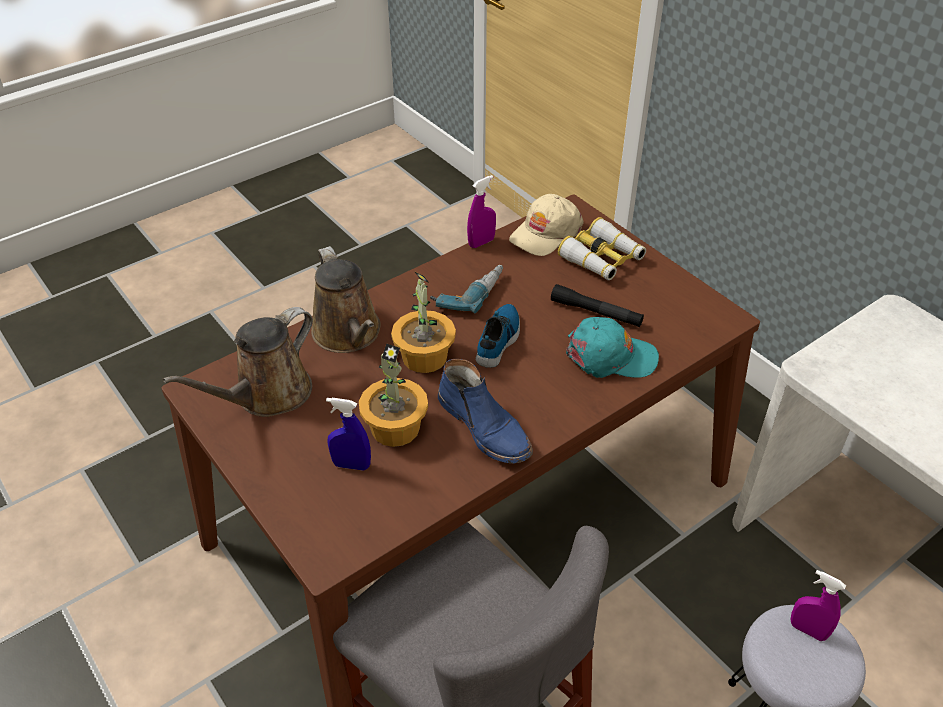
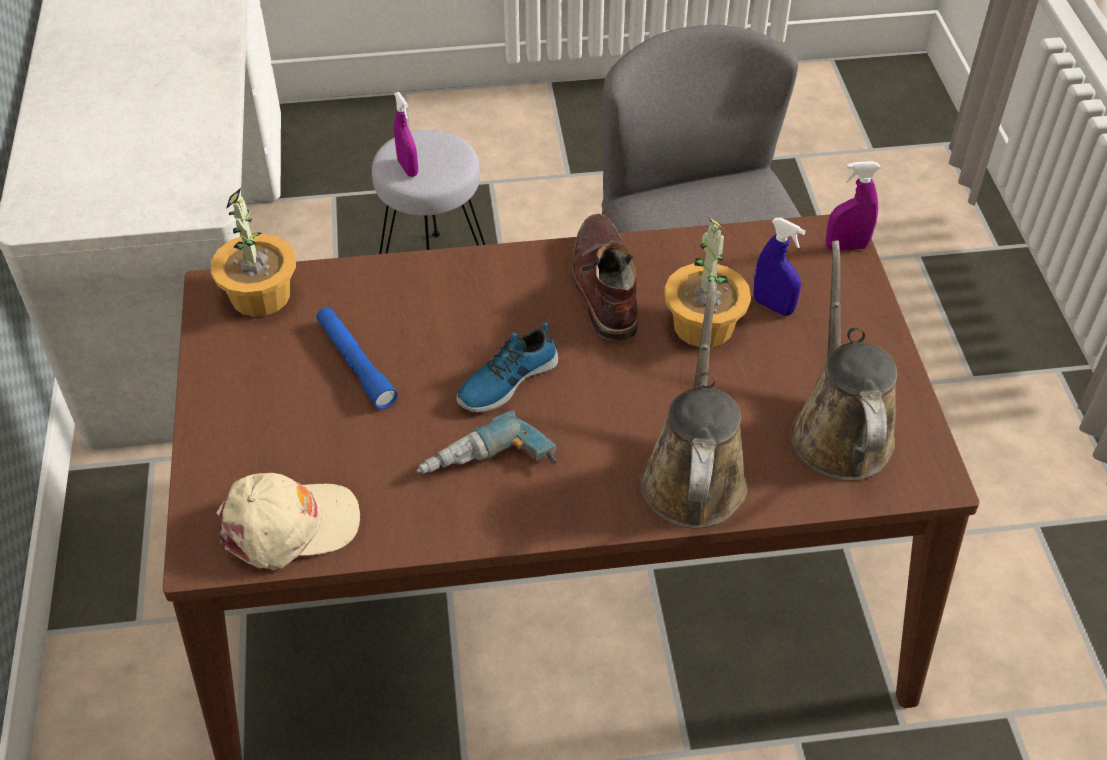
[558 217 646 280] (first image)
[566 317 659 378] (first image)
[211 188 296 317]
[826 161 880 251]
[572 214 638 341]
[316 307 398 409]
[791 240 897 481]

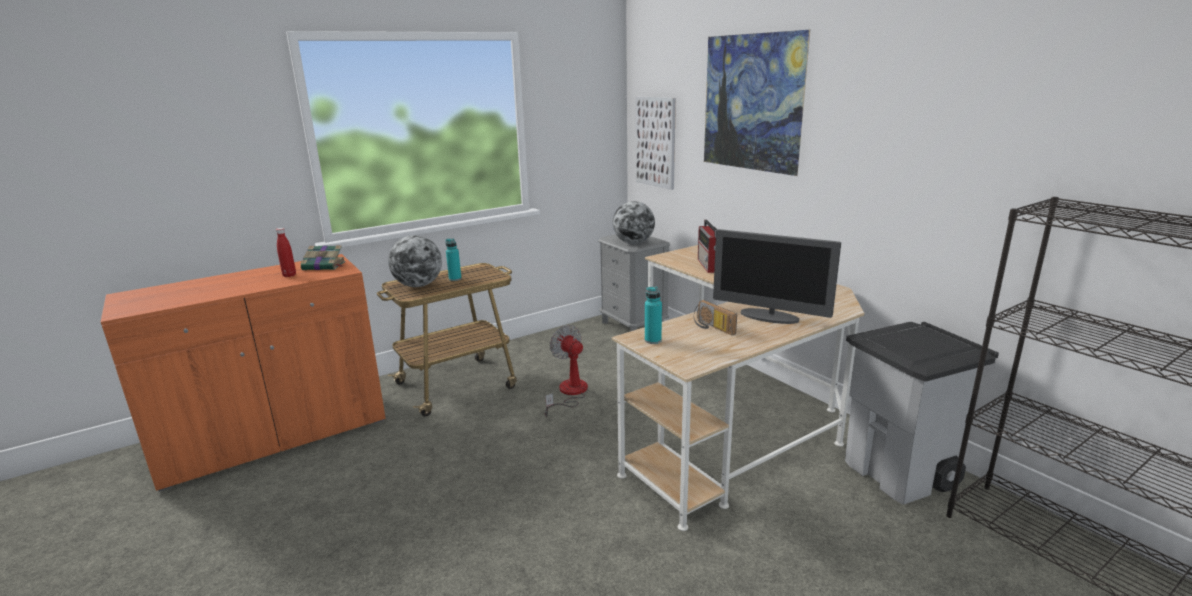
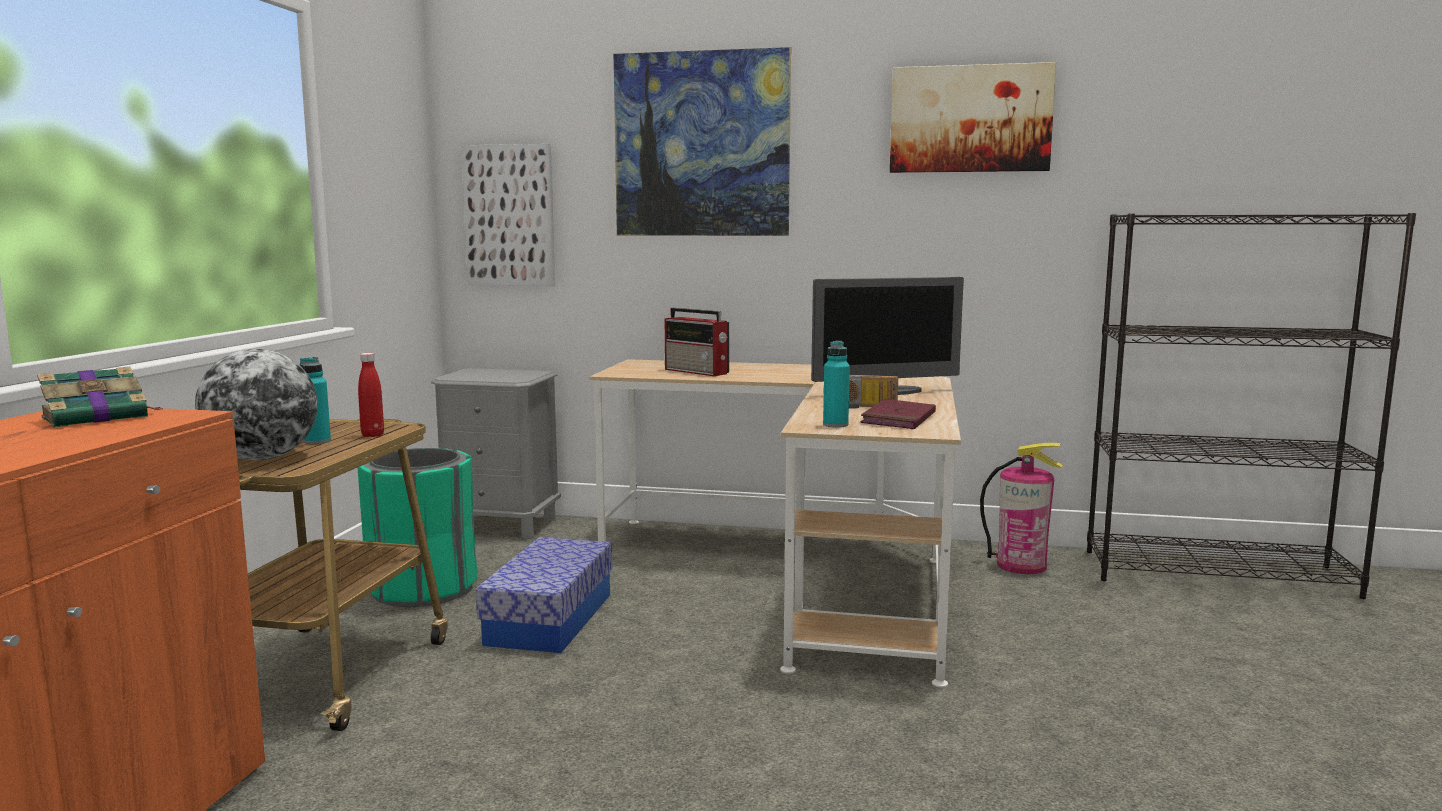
[613 201 655 244] (first image)
[358 448 478 607]
[860 399 936 429]
[890 62 1056 173]
[358 353 384 437]
[476 537 612 653]
[980 443 1064 574]

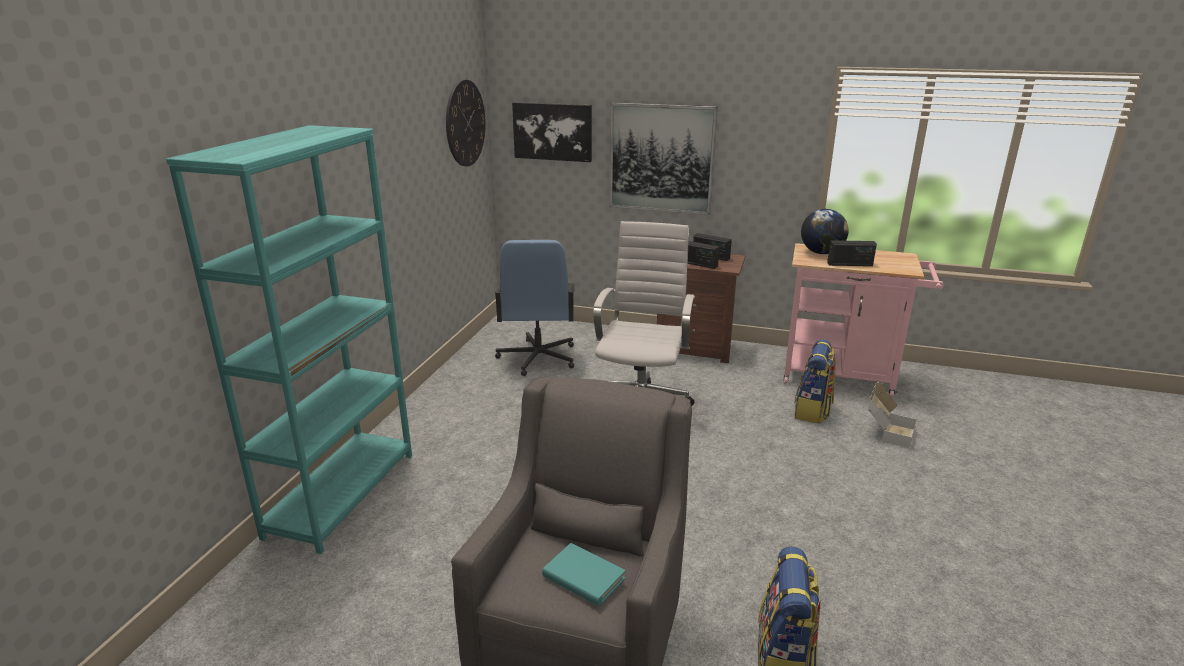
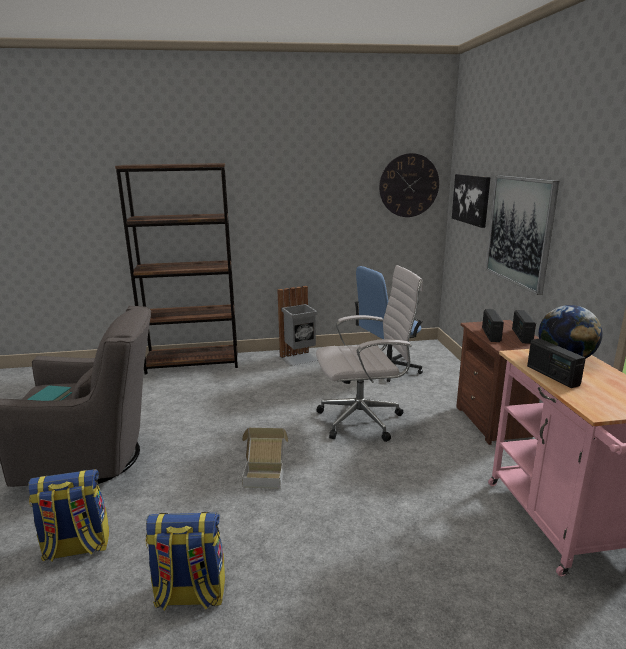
[277 286 318 366]
[146 512 225 611]
[242 427 288 489]
[115 163 238 374]

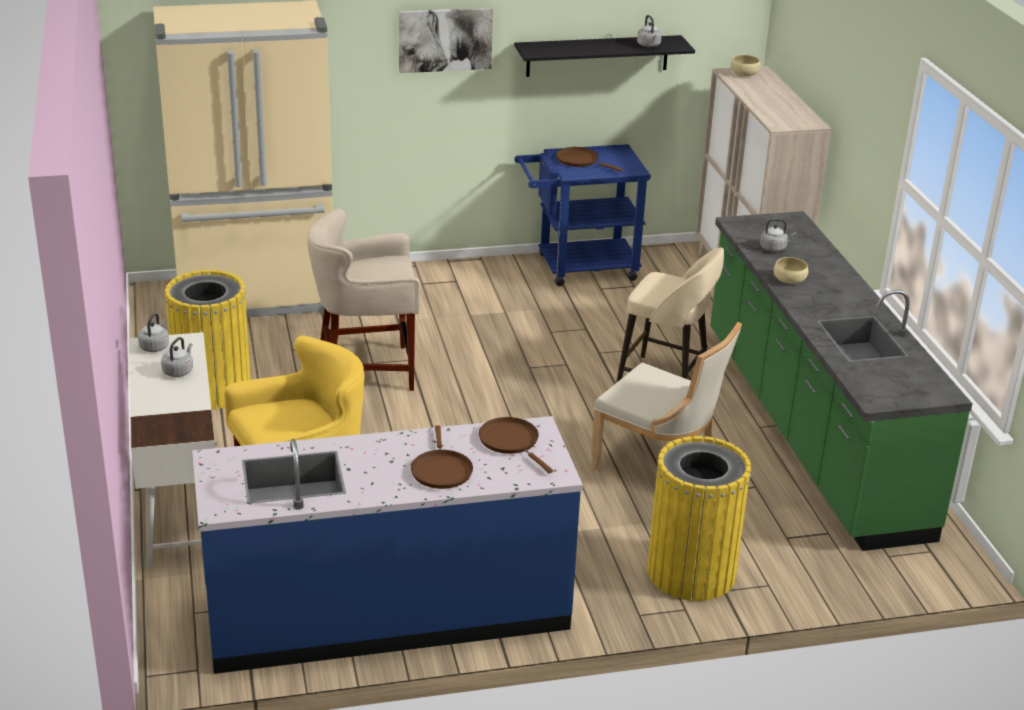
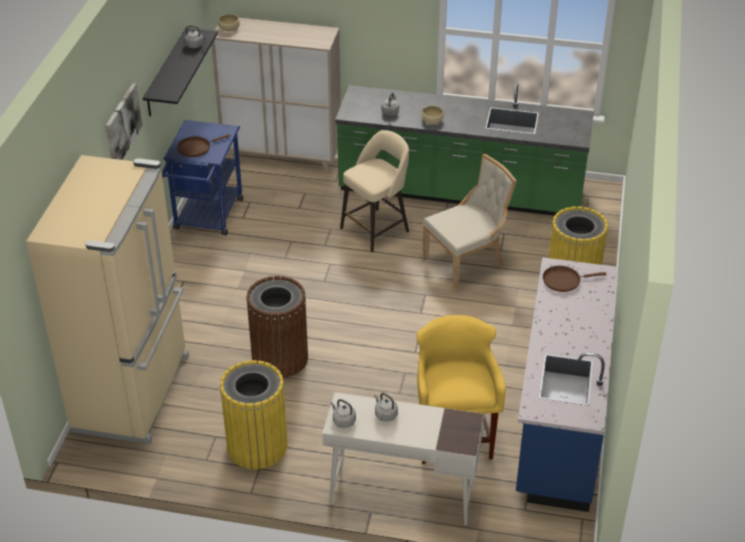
[411 425 473 489] (first image)
[246 276 308 378]

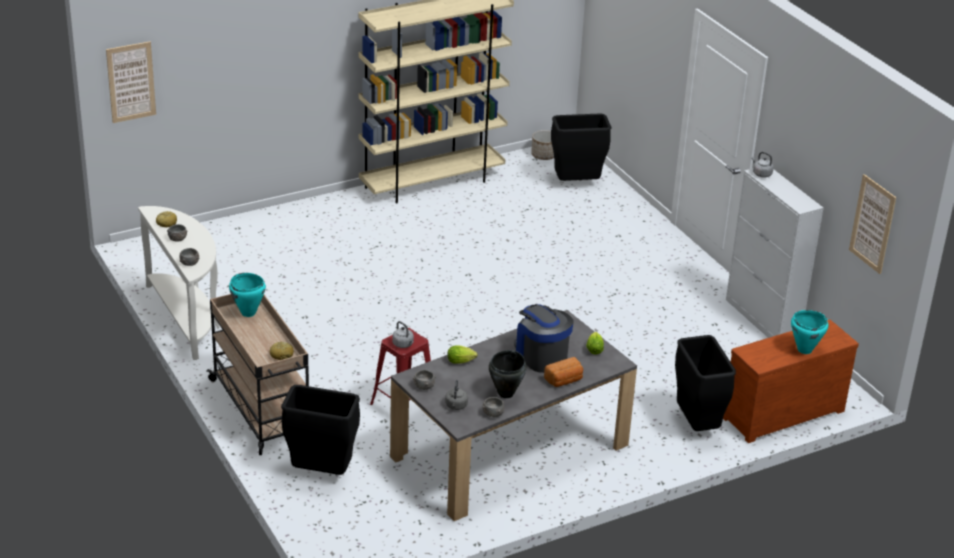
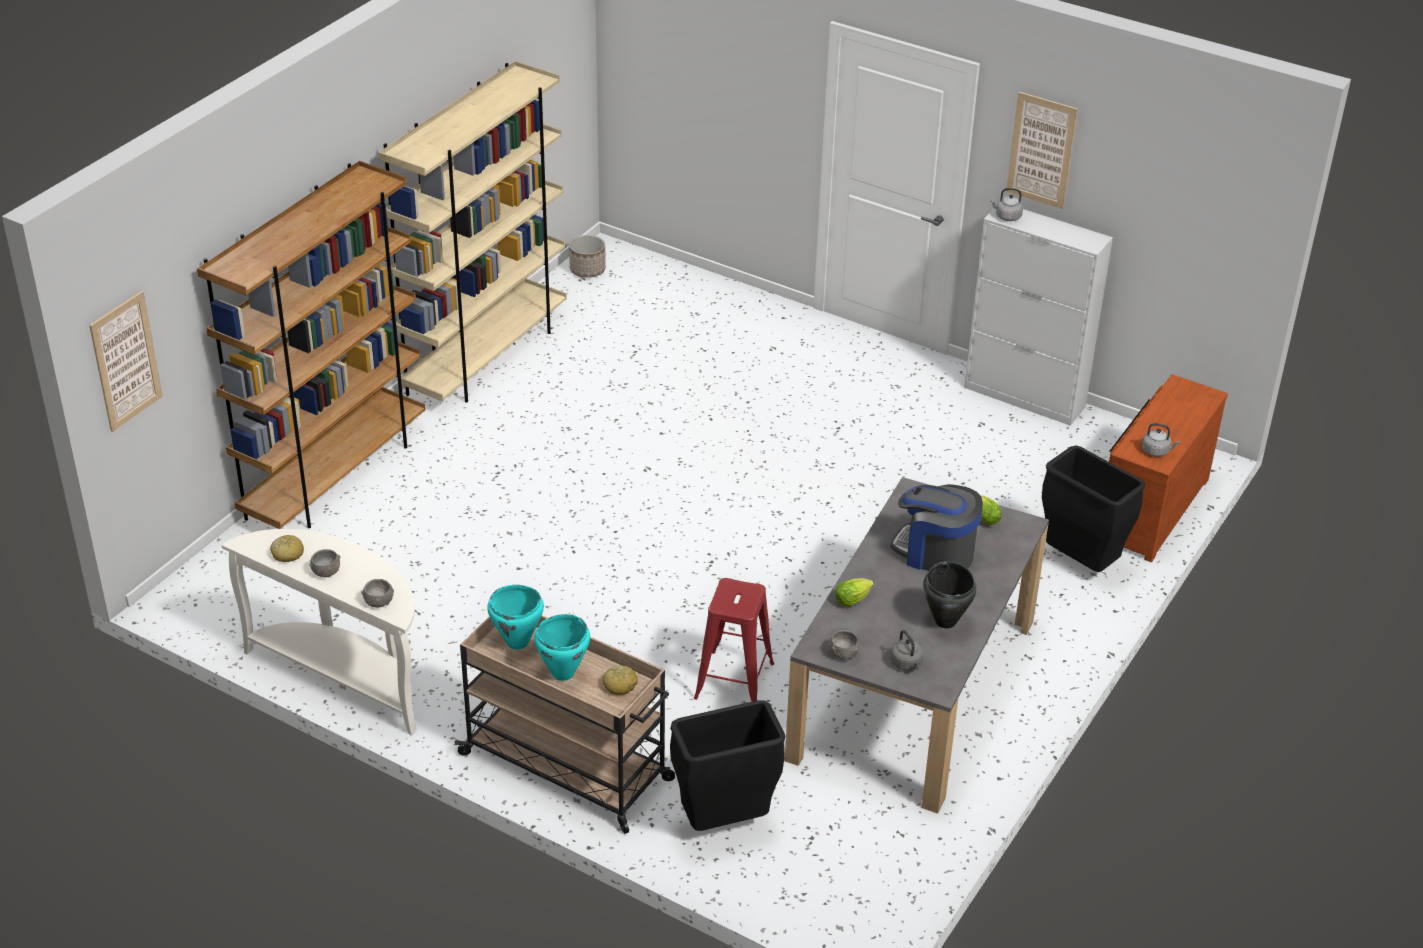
[482 397 504 417] (first image)
[544 357 583 387] (first image)
[551 113 611 181] (first image)
[197 161 425 529]
[1142 423 1180 457]
[534 614 590 681]
[1006 92 1078 209]

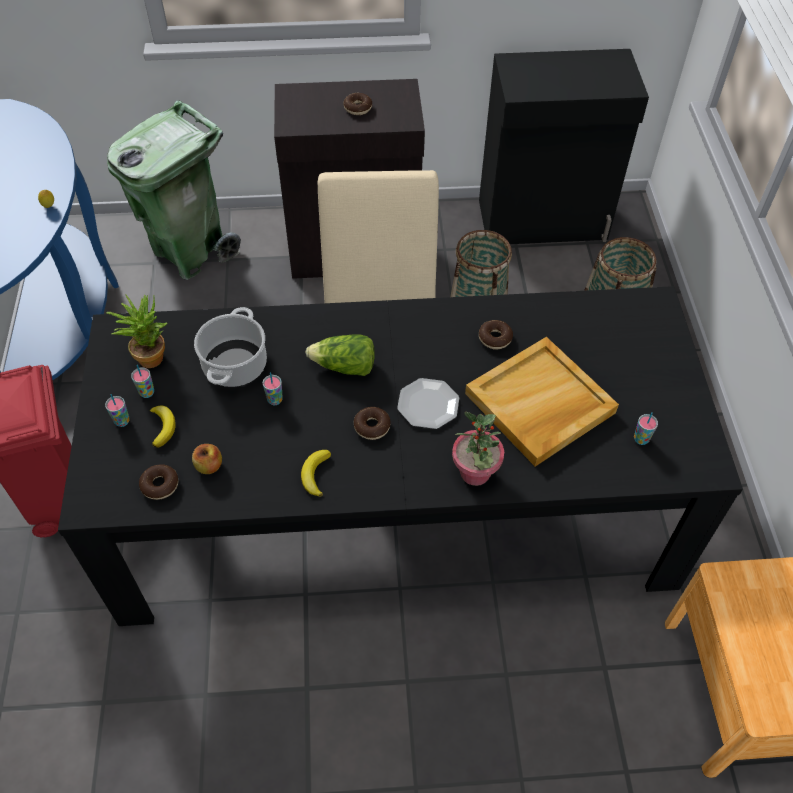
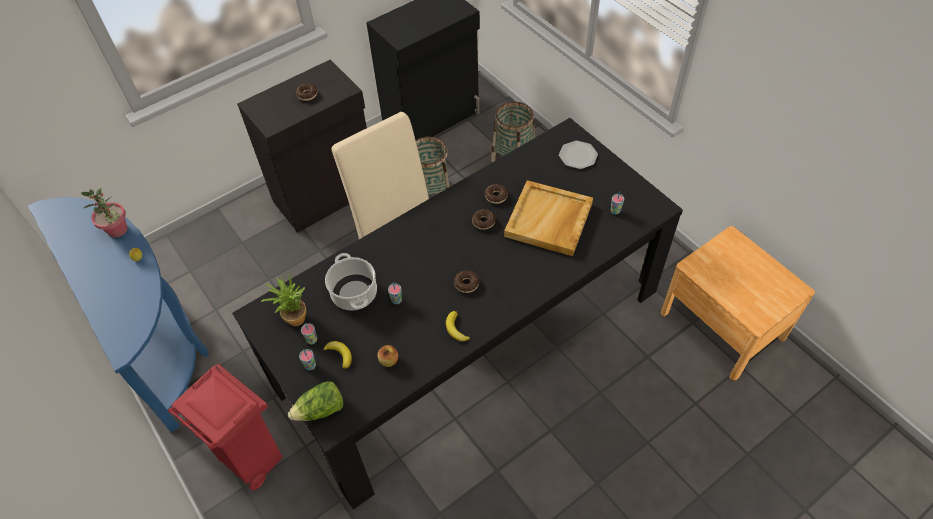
[107 100 241 280] (first image)
[472 209 496 230]
[288 381 343 421]
[559 141 598 169]
[81 187 128 238]

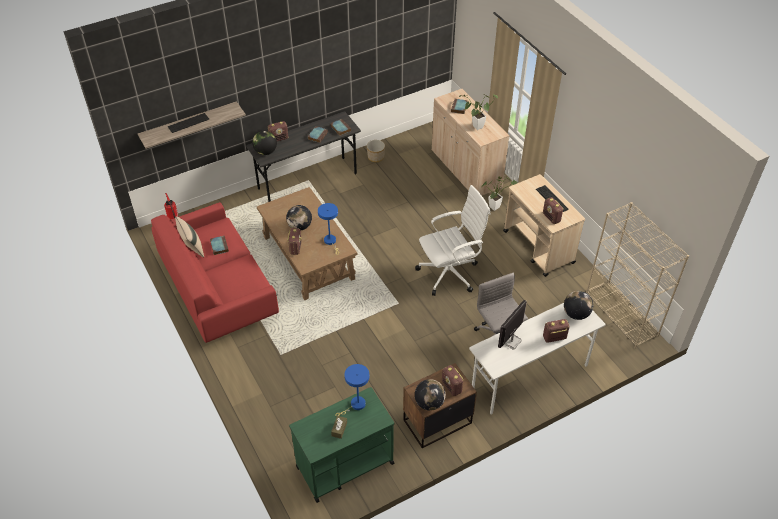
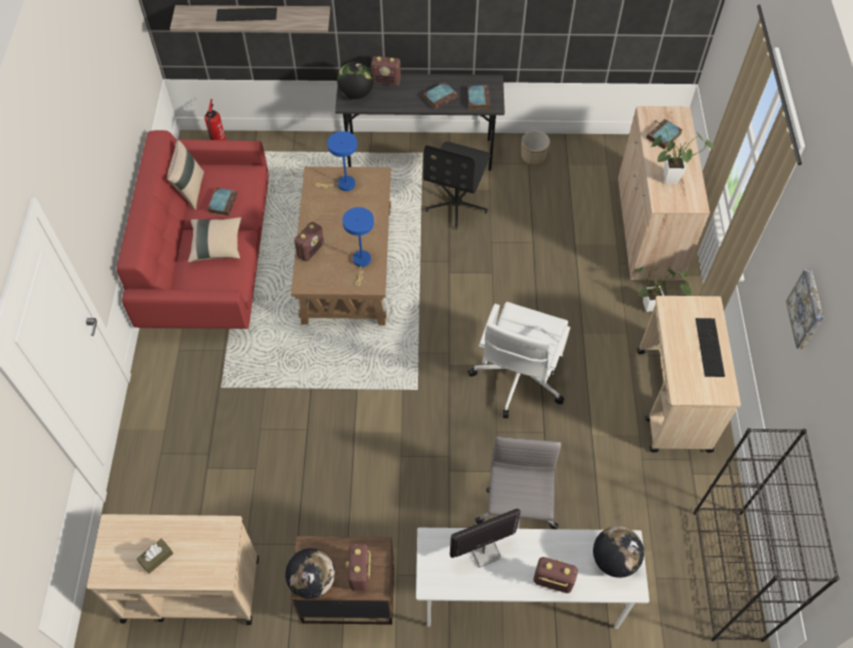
[286 205 312 231] (first image)
[543 197 564 224] (first image)
[188 217 241 263]
[423 142 491 230]
[786 269 824 349]
[315 131 357 191]
[87 514 259 625]
[693 428 840 642]
[468 302 570 418]

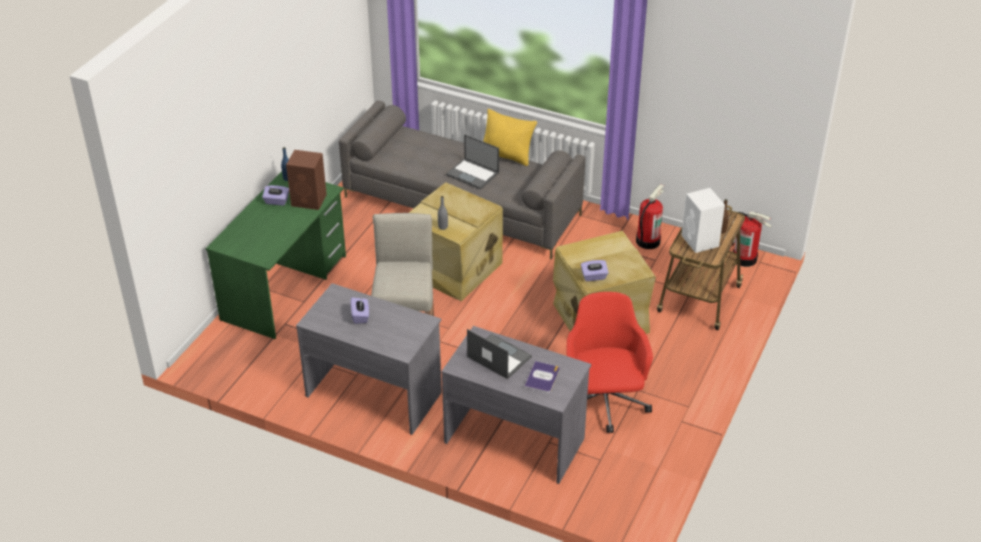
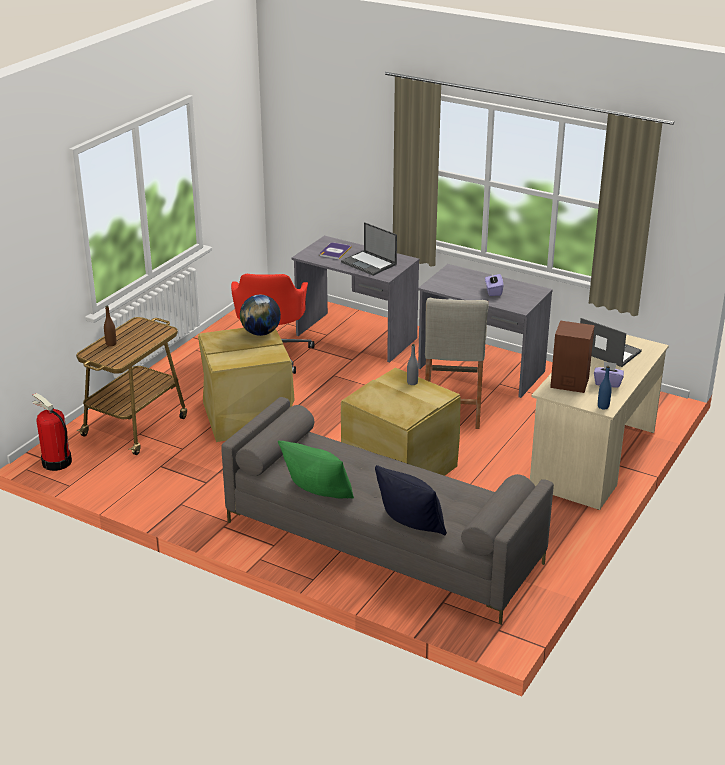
[636 184 664 249] (first image)
[681 188 725 253] (first image)
[375 465 447 535]
[580 318 642 367]
[240 295 281 336]
[530 335 669 510]
[278 441 354 499]

